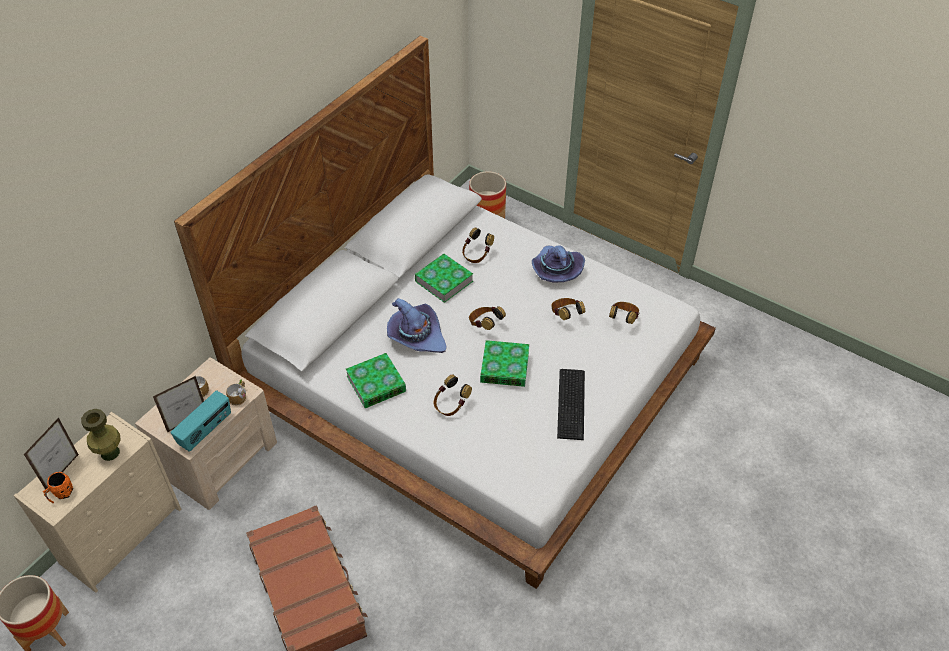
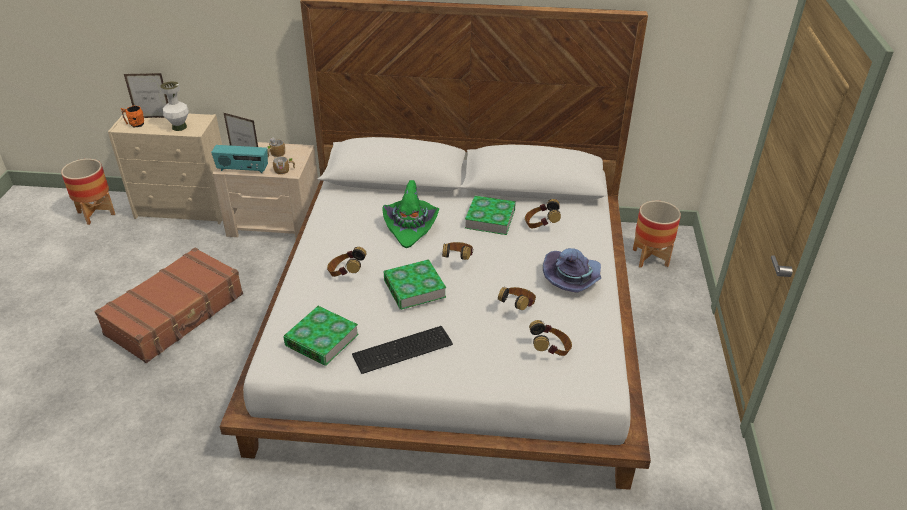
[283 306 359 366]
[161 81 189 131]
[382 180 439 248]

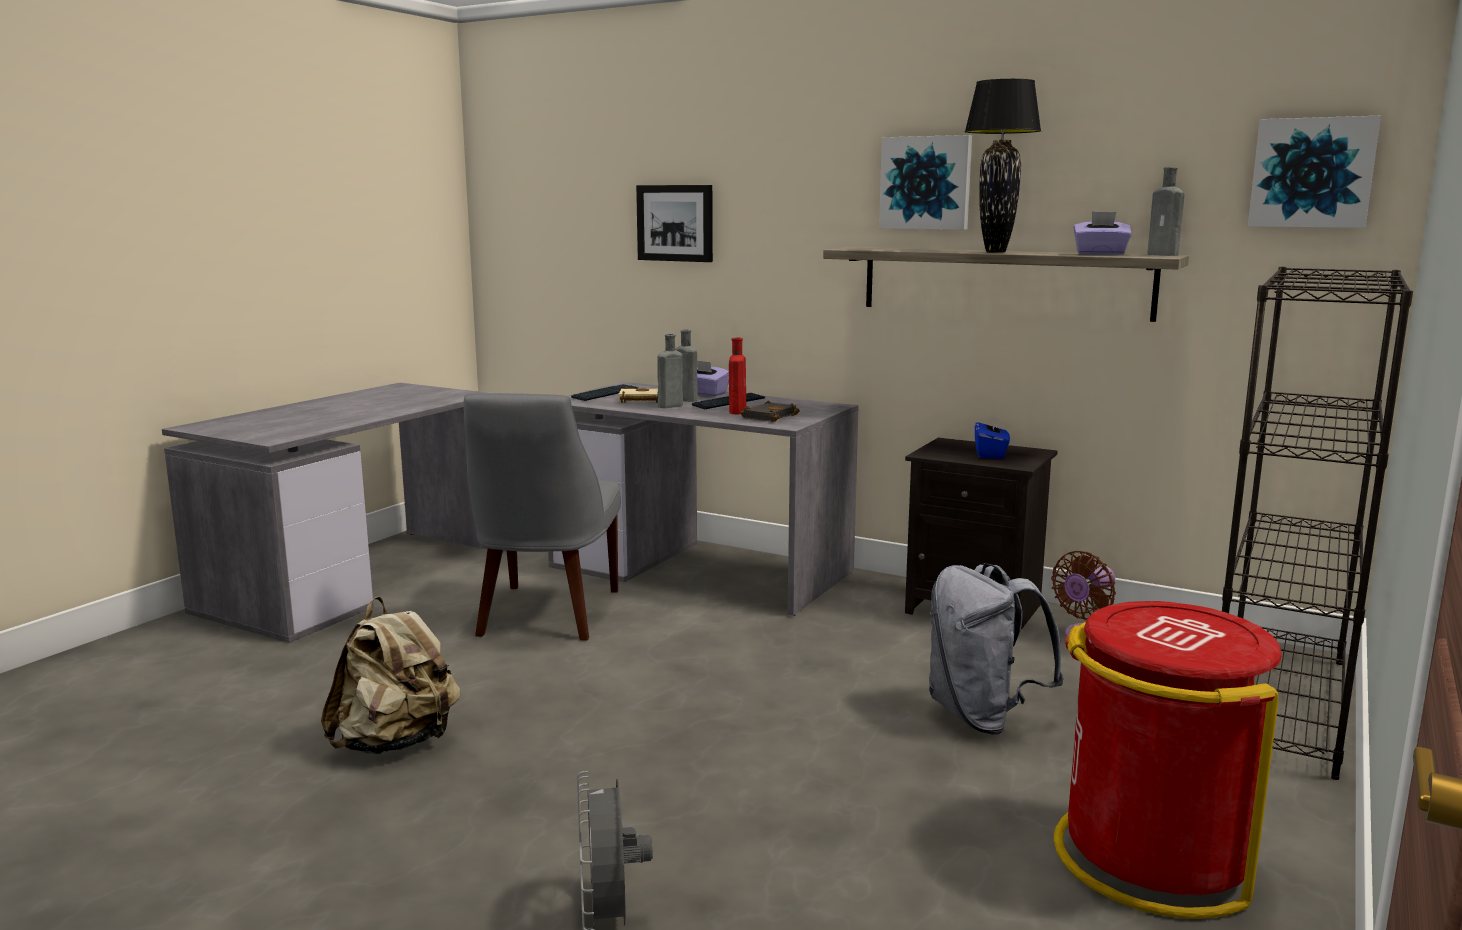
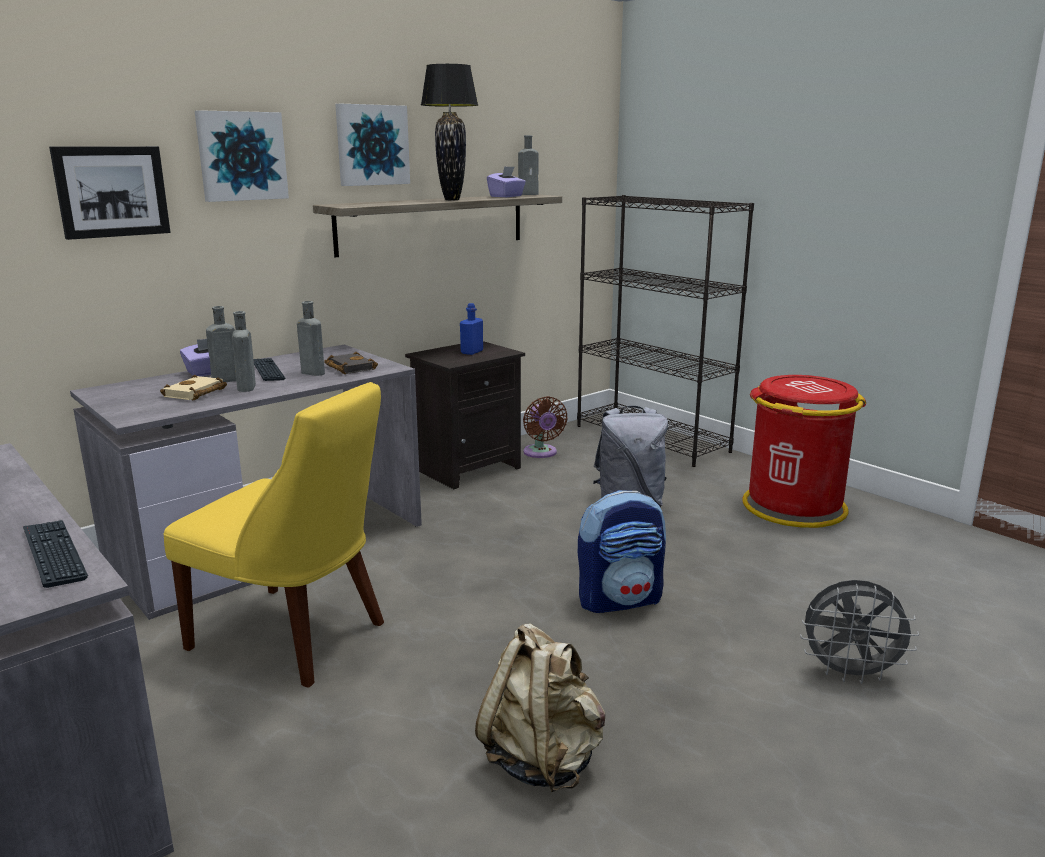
[578 490 666 613]
[23 520 88 588]
[195 110 289 202]
[460 303 483 355]
[163 382 384 688]
[297 301 325 376]

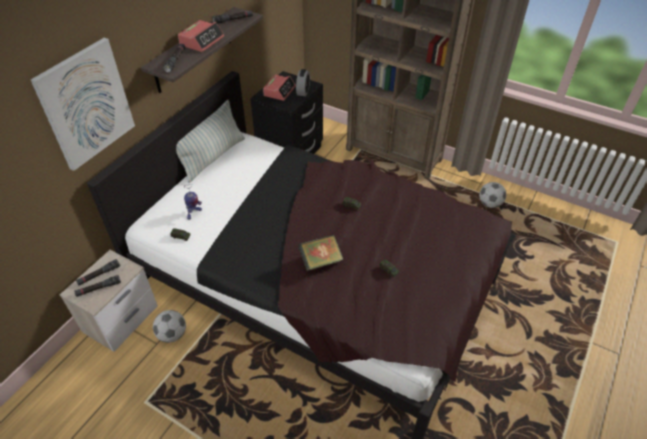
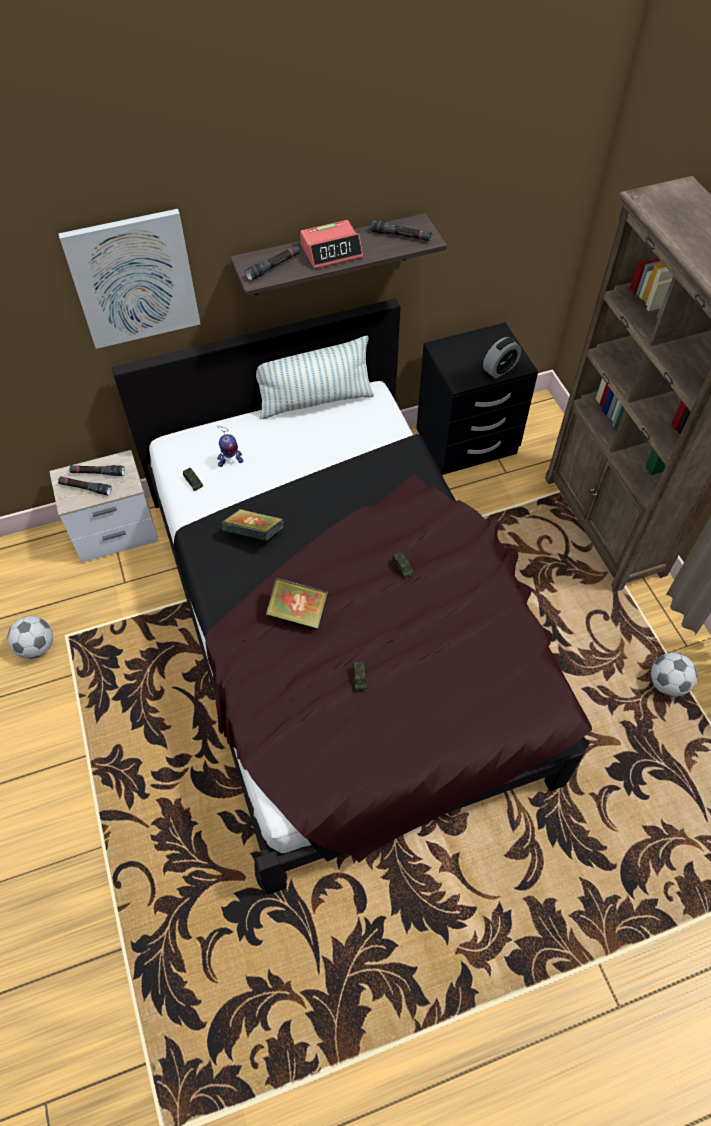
[263 75 296 101] (first image)
[222 509 284 541]
[7 616 53 659]

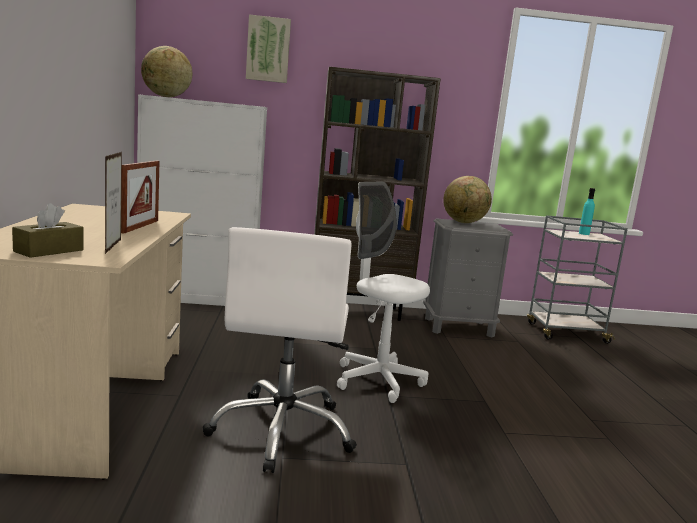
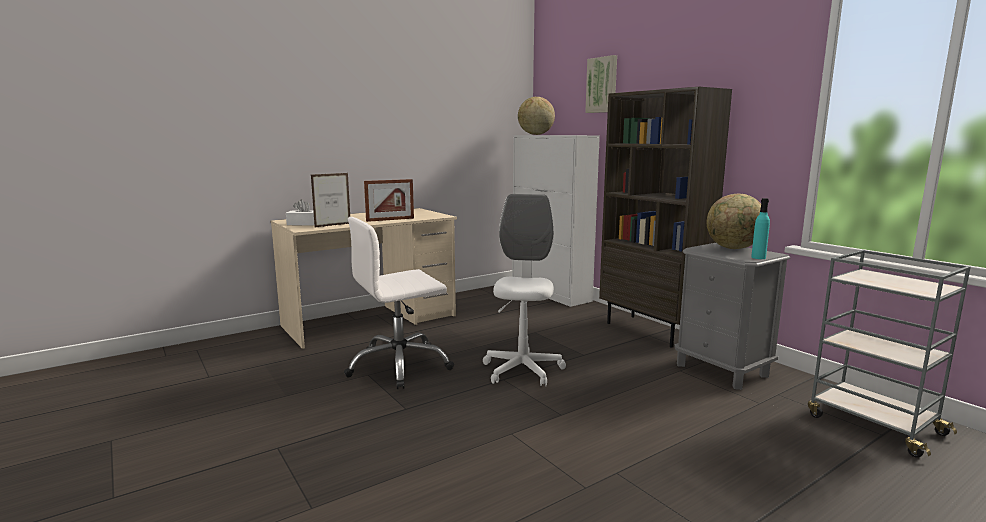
[751 198 770 259]
[286 199 315 225]

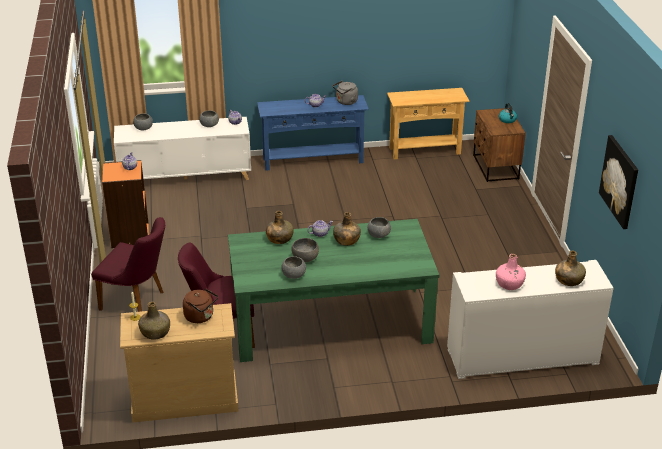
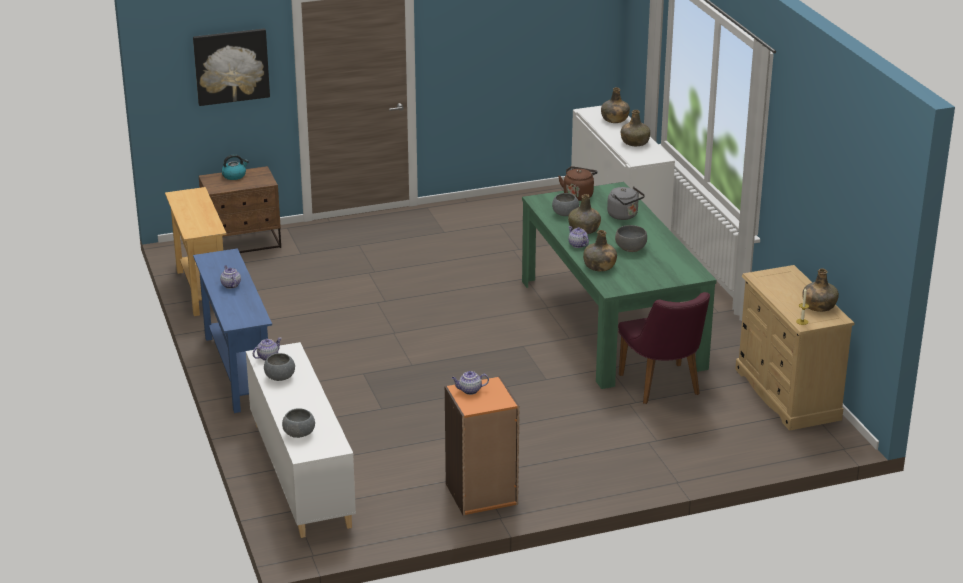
[91 217 165 312] (first image)
[281 256 306 279] (first image)
[558 166 598 201]
[607 187 645 220]
[193 29 270 106]
[621 110 650 146]

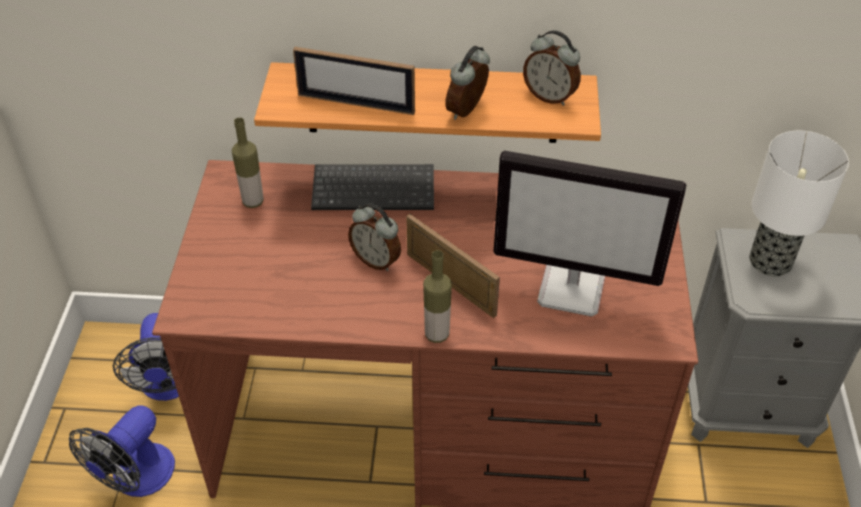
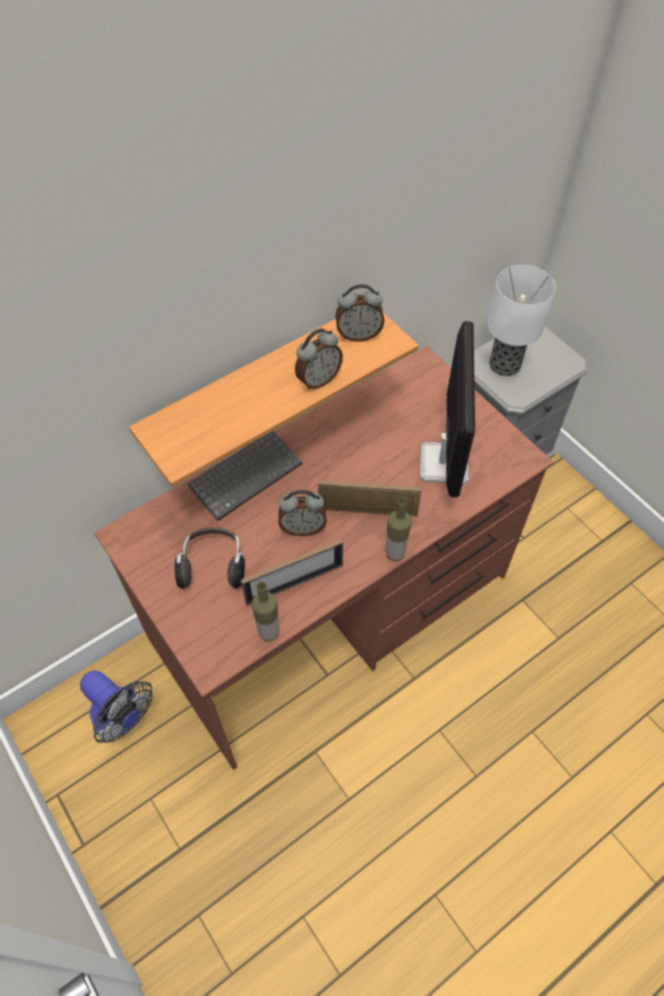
[69 405 175 497] (first image)
[175 527 245 588]
[252 582 279 641]
[241 539 343 606]
[295 329 343 390]
[420 321 475 498]

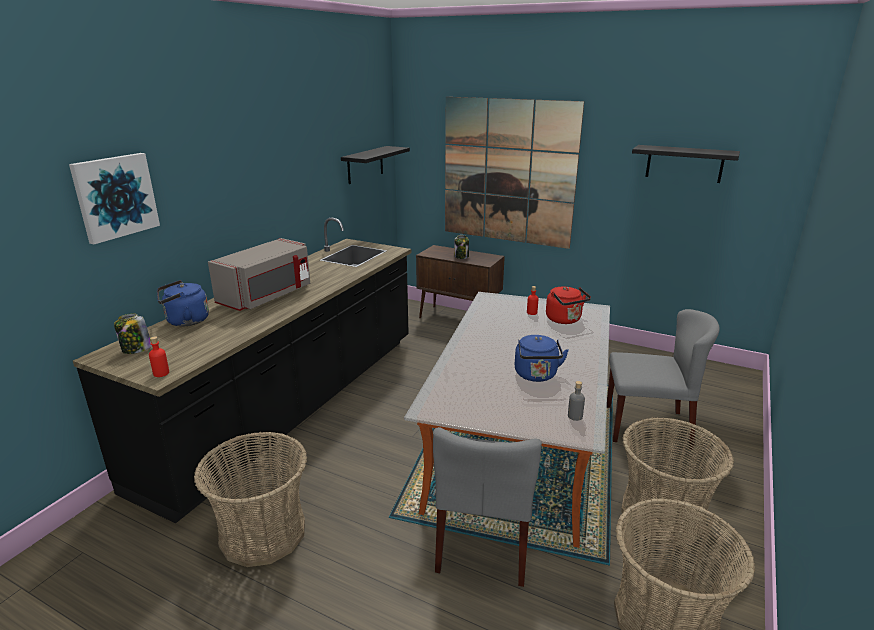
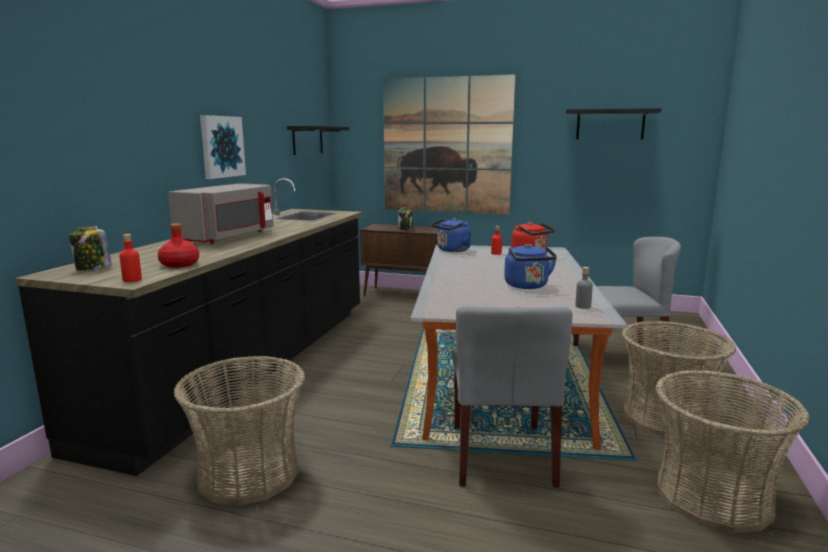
[158 223 199 268]
[200 115 246 179]
[431 218 471 252]

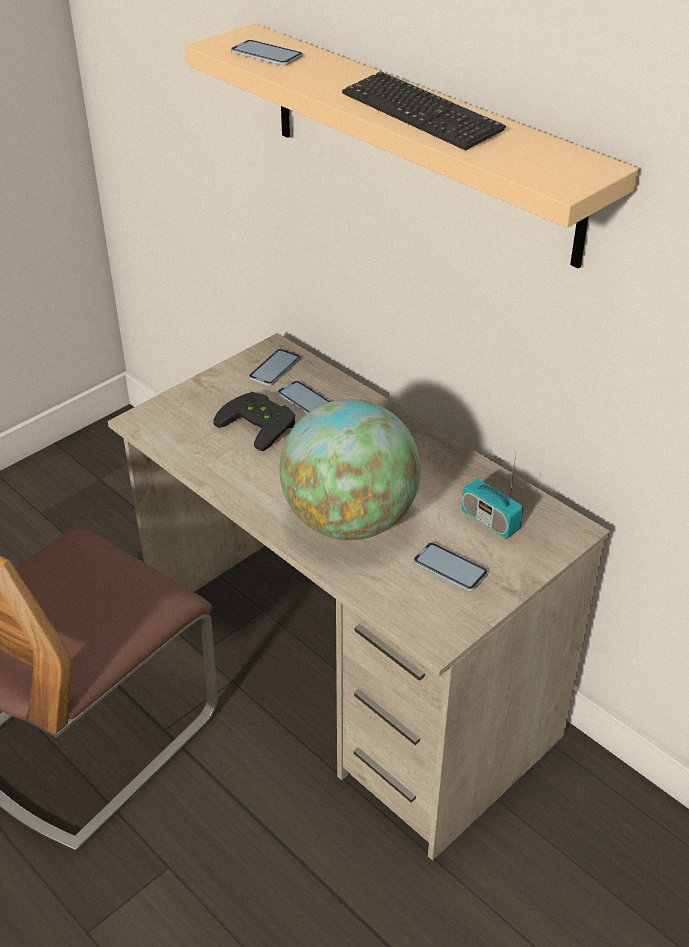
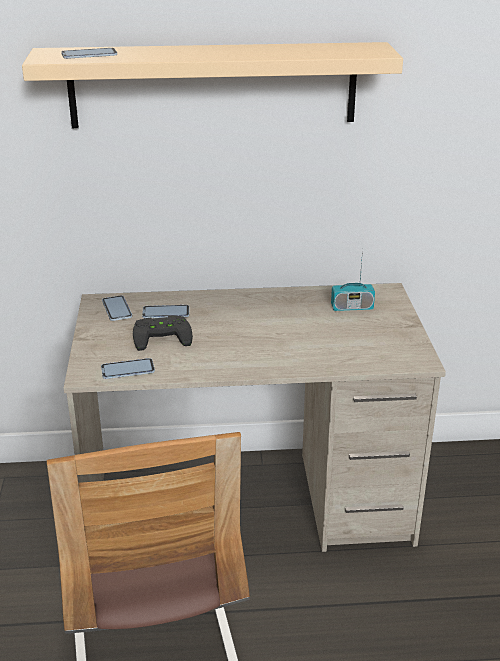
[279 399 421 540] (first image)
[342 71 506 151] (first image)
[101 358 155 379]

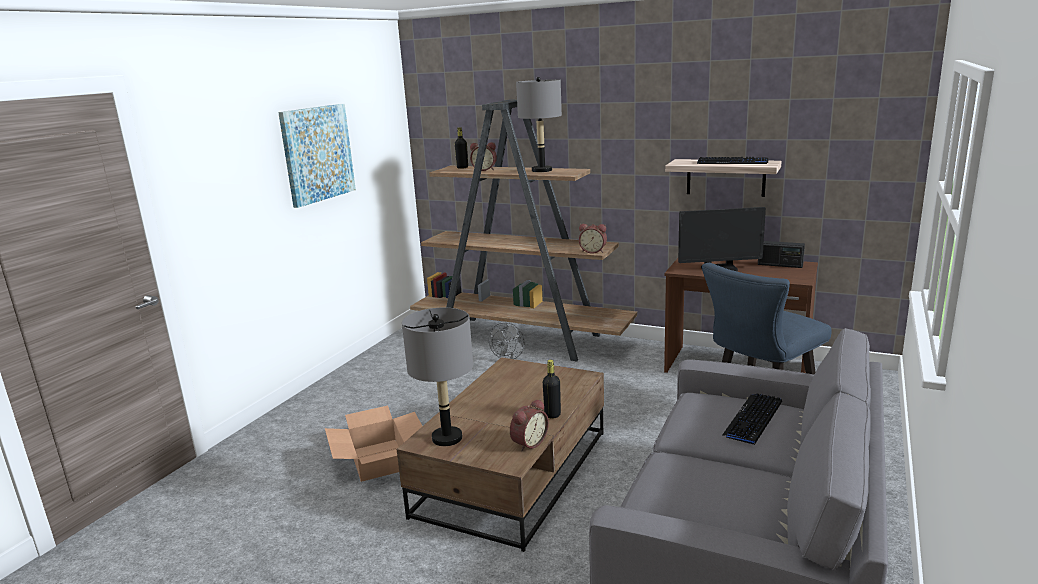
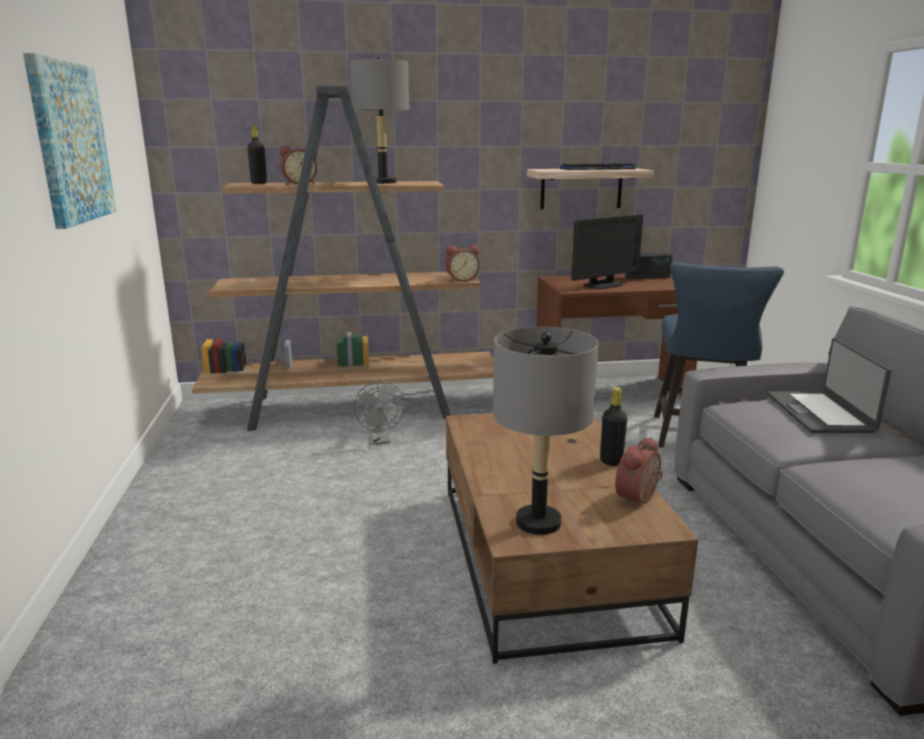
[325 406 422 482] (first image)
[767 338 891 433]
[615 437 663 505]

